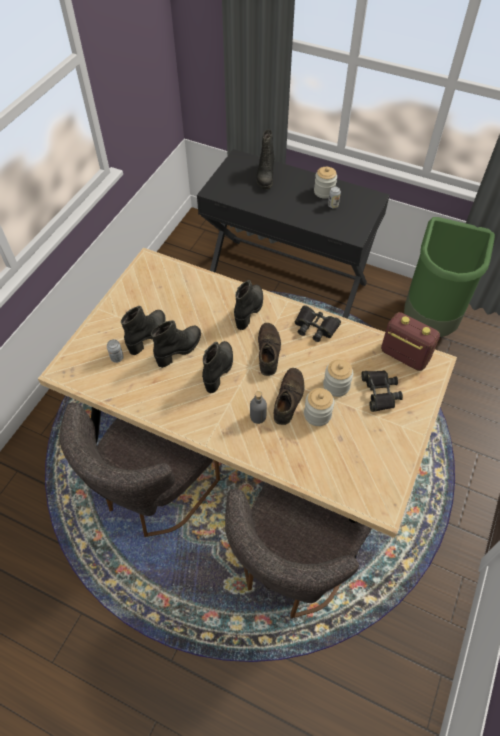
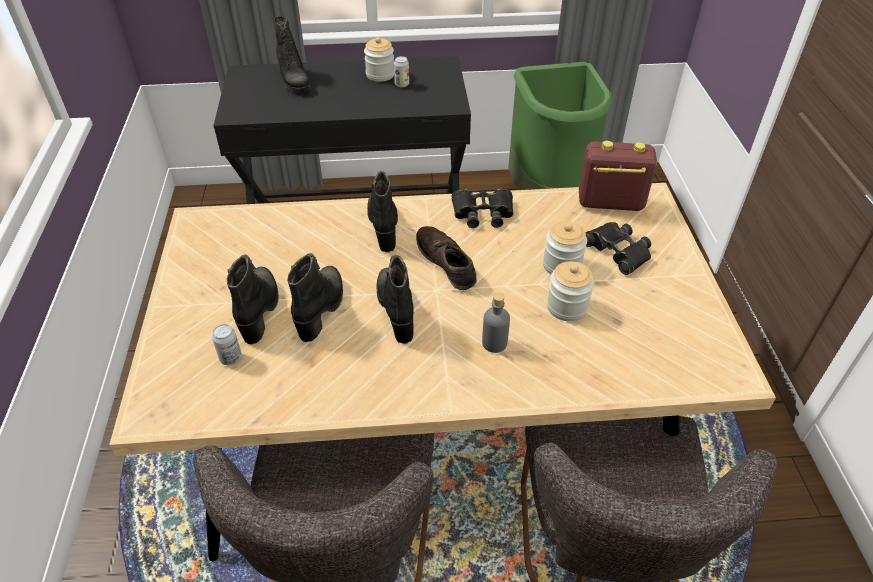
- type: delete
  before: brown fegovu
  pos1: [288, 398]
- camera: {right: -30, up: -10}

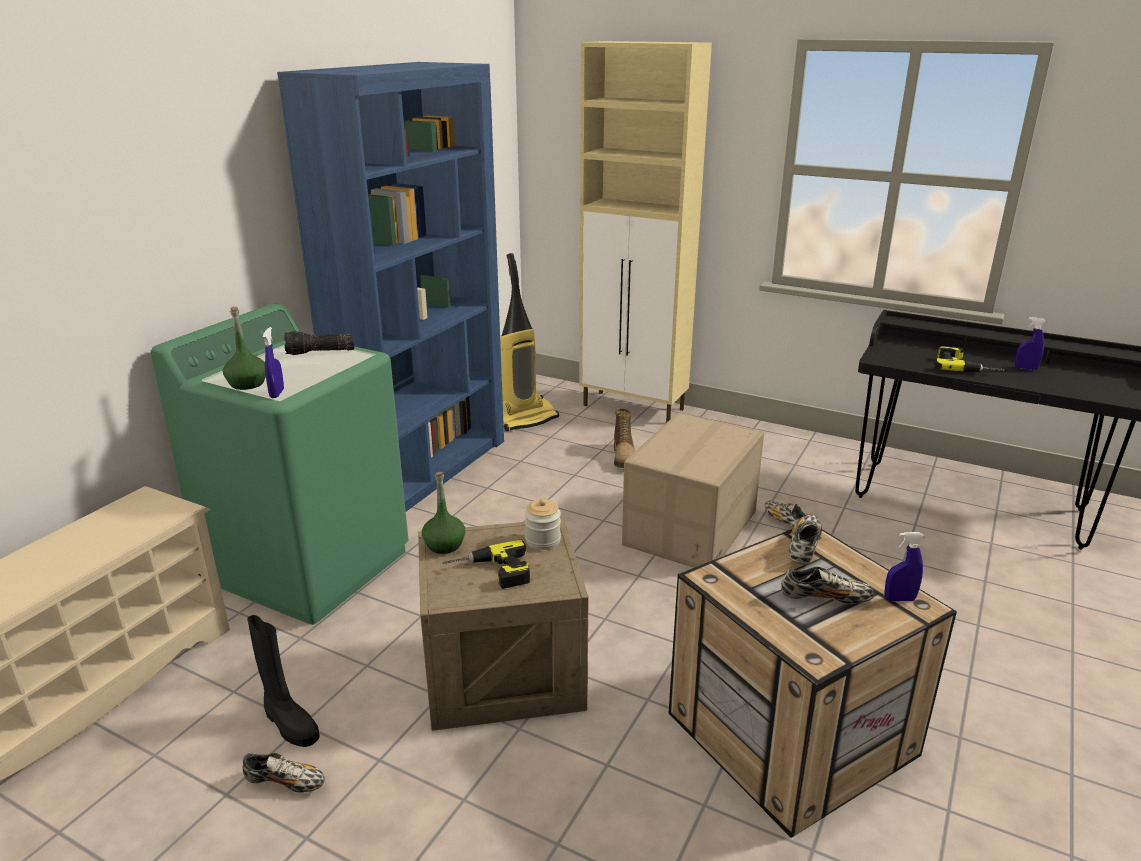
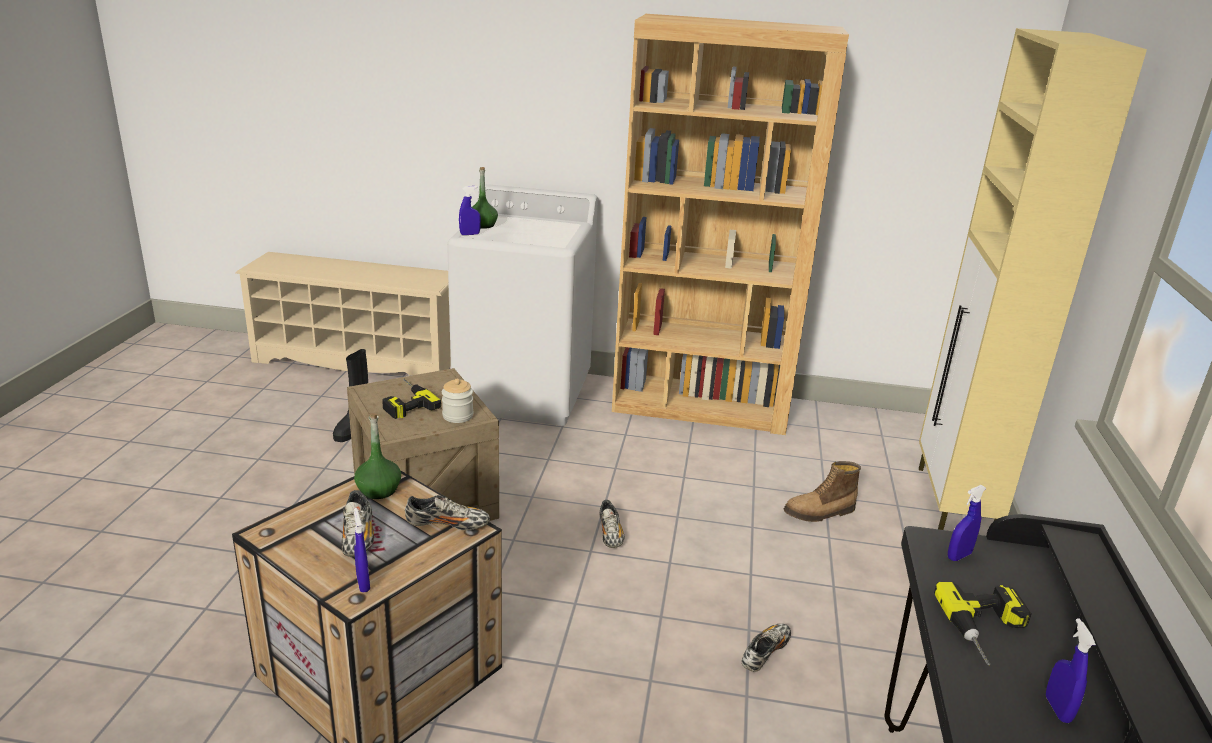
- type: delete
  before: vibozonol
  pos1: [320, 352]
- type: delete
  before: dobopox
  pos1: [525, 418]
- type: delete
  before: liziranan
  pos1: [691, 529]
- type: insert
  after: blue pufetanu
  pos2: [959, 556]
- type: move
  before: fegovu
  pos1: [285, 782]
  pos2: [610, 534]
- type: move
  before: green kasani
  pos1: [444, 545]
  pos2: [378, 490]
- type: recolor
  before: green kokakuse
  after: white kokakuse
  pos1: [310, 565]
  pos2: [524, 393]
- type: recolor
  before: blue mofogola
  after: brown mofogola
  pos1: [426, 467]
  pos2: [700, 406]
- camera: {right: 70, up: 0}

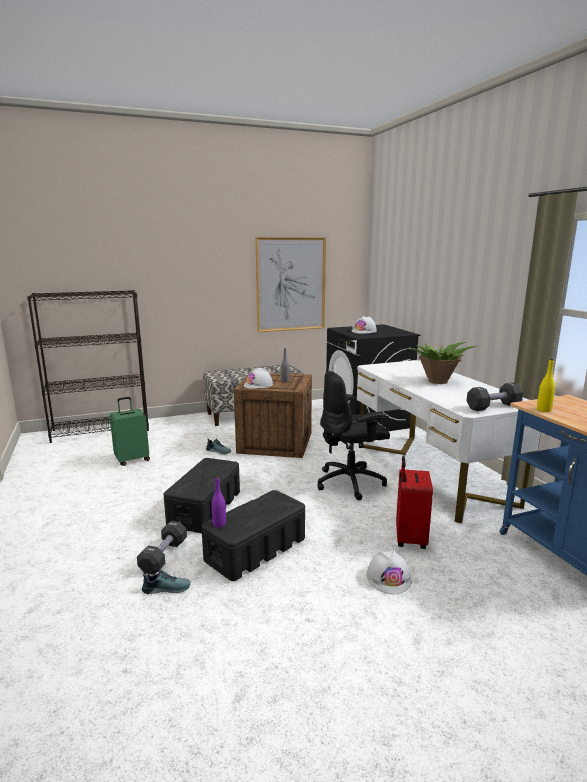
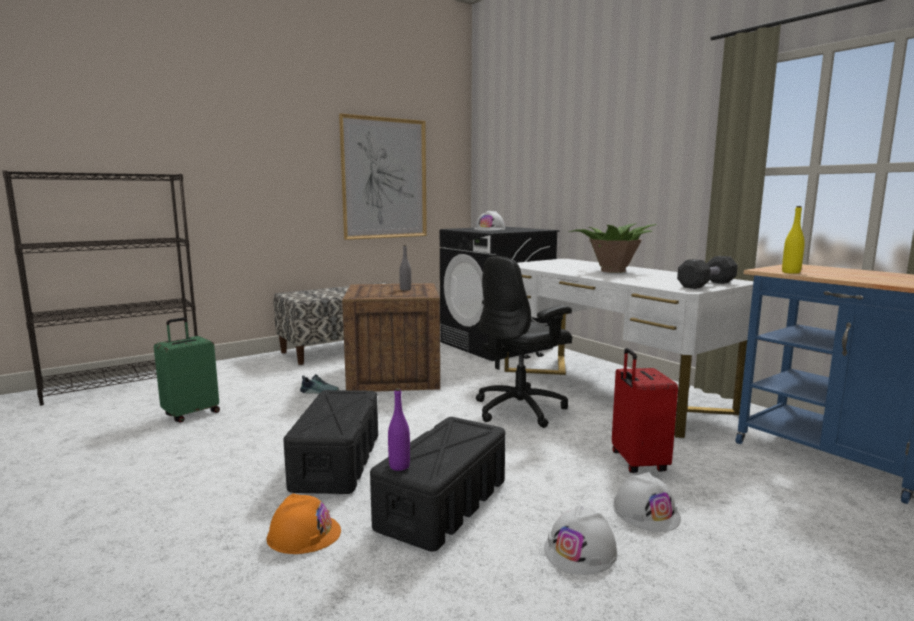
- type: delete
  before: fegovu
  pos1: [167, 588]
- type: move
  before: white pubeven
  pos1: [258, 385]
  pos2: [581, 551]
- type: replace
  before: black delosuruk
  after: orange pubeven
  pos1: [164, 556]
  pos2: [304, 534]
- camera: {right: -15, up: -5}

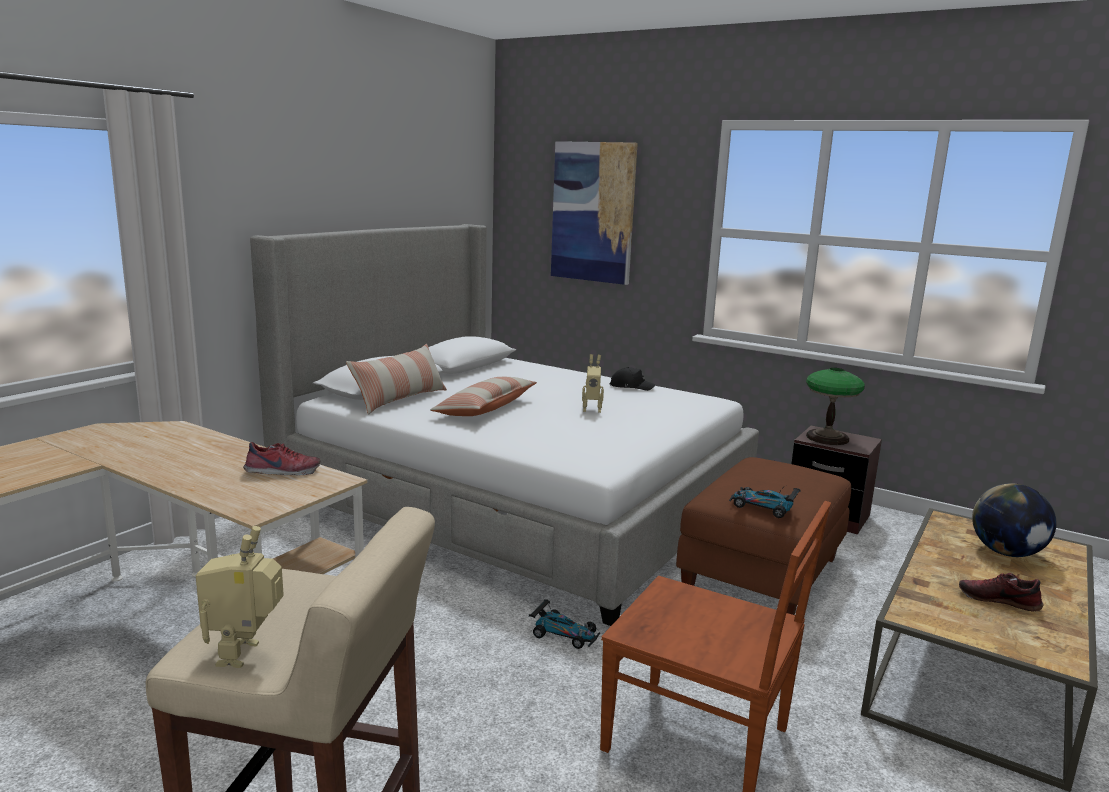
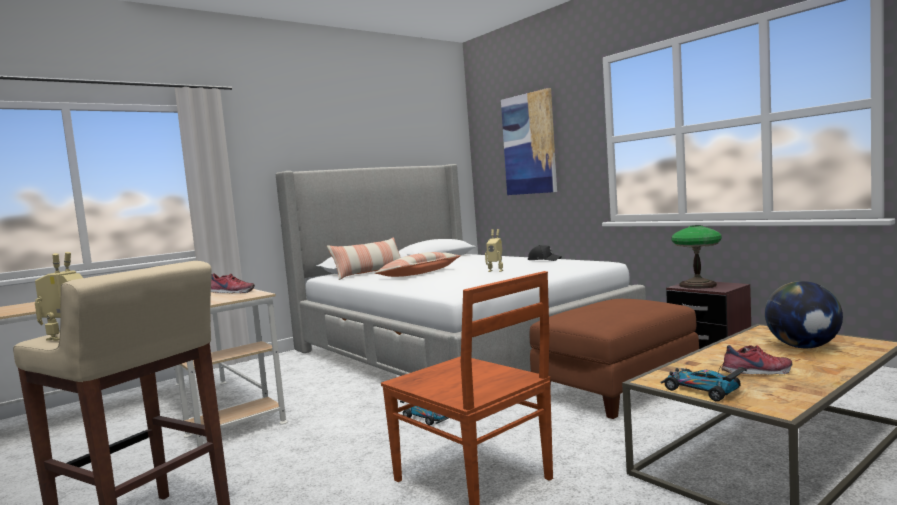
- type: move
  before: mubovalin
  pos1: [763, 507]
  pos2: [702, 390]
- type: rotate
  before: fegovu
  pos1: [998, 600]
  pos2: [757, 373]
  turn: 135
- camera: {right: 20, up: -10}

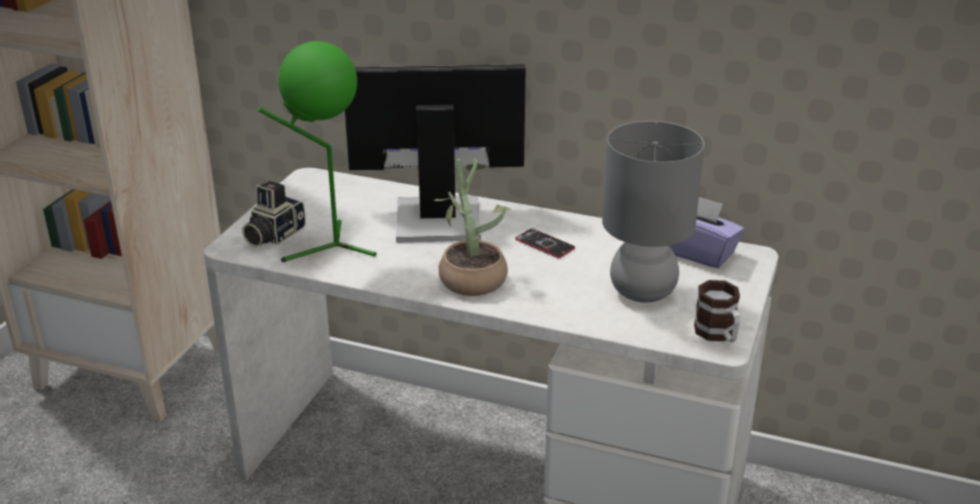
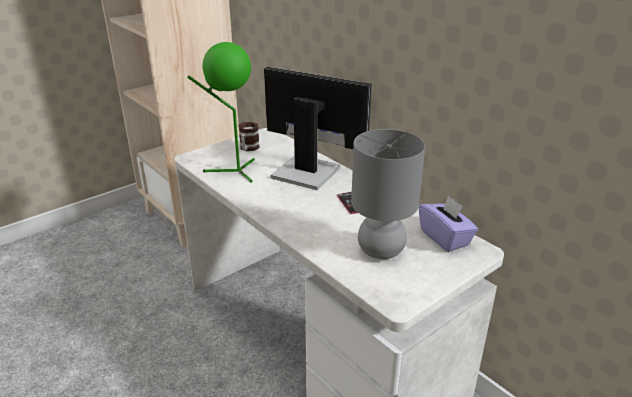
- type: delete
  before: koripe
  pos1: [273, 235]
- type: delete
  before: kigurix
  pos1: [470, 276]
- type: move
  before: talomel
  pos1: [718, 335]
  pos2: [248, 148]
- camera: {right: 30, up: 0}

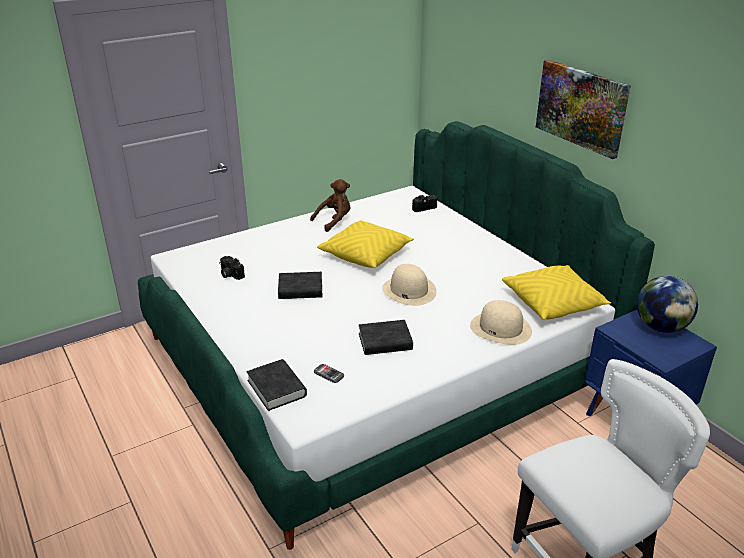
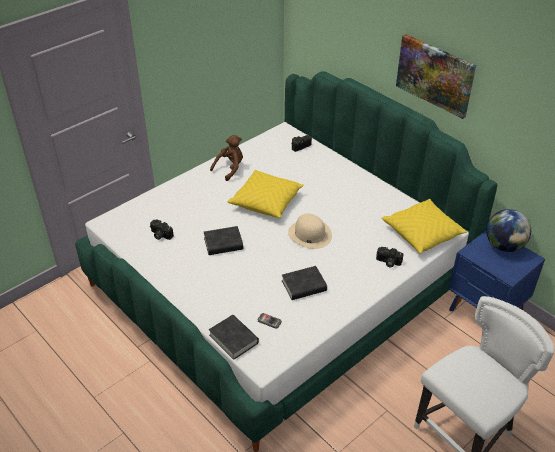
- type: replace
  before: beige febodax
  after: koripe
  pos1: [501, 328]
  pos2: [388, 262]
- camera: {right: -10, up: 10}

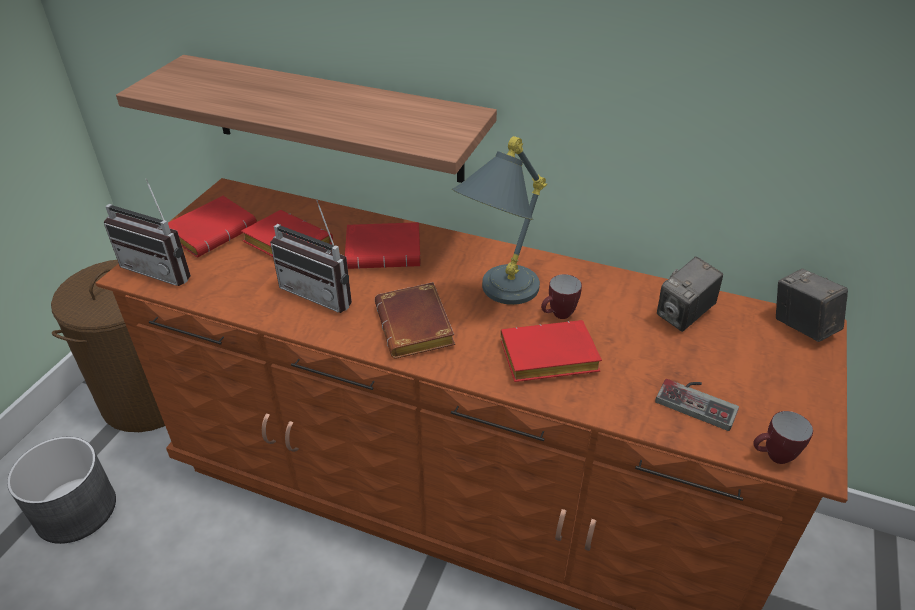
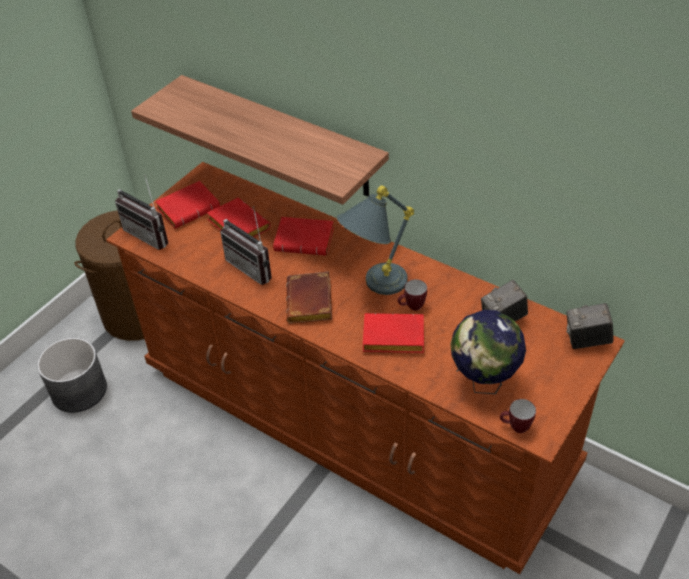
- type: replace
  before: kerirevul
  after: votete
  pos1: [698, 400]
  pos2: [483, 383]
- type: rotate
  before: koripe
  pos1: [801, 326]
  pos2: [586, 340]
  turn: -75
- camera: {right: 15, up: 5}

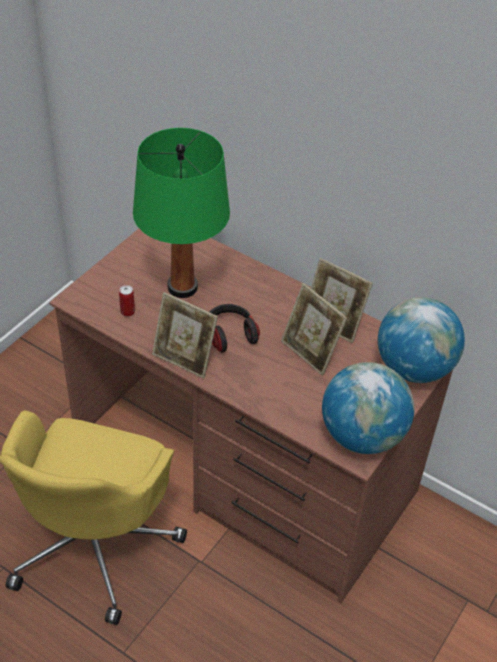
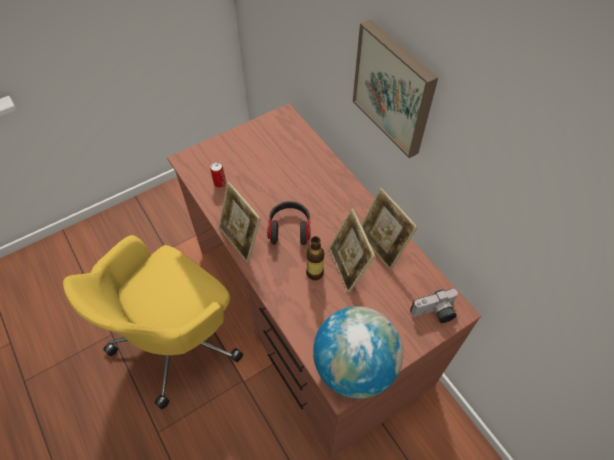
- type: delete
  before: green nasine
  pos1: [182, 287]
- type: insert
  after: kasani
  pos2: [314, 273]
- type: insert
  after: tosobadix
  pos2: [395, 88]
- type: replace
  before: votete
  after: koripe
  pos1: [413, 368]
  pos2: [434, 313]
- camera: {right: 25, up: 10}

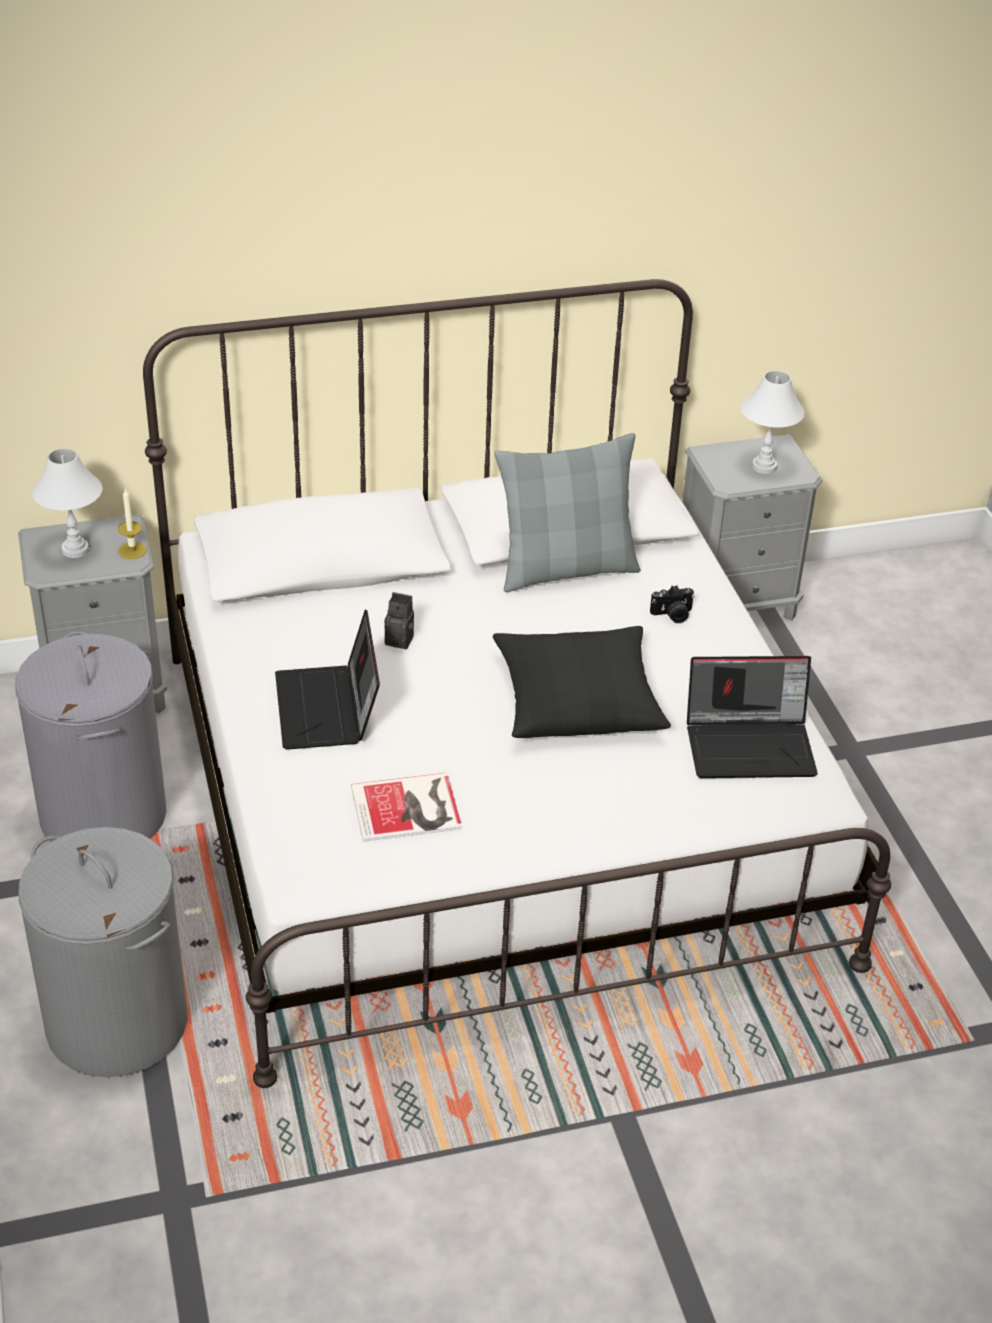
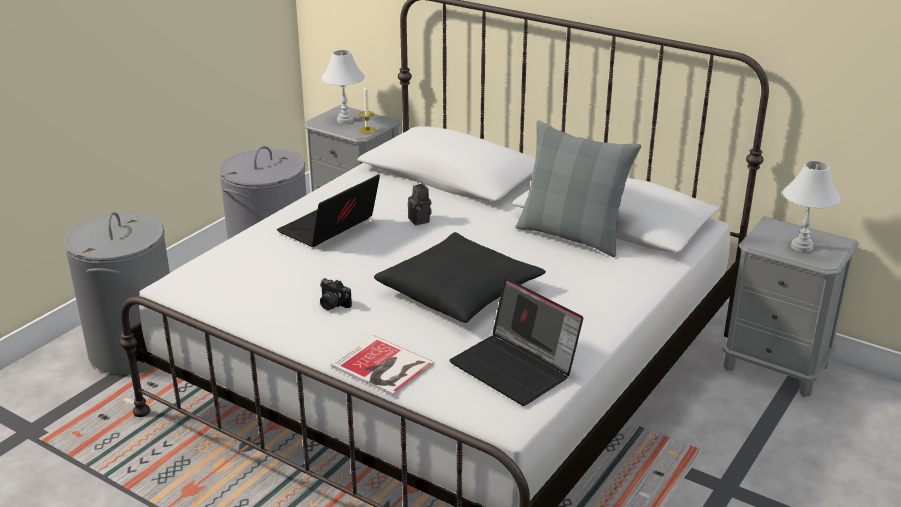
- type: move
  before: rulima
  pos1: [409, 809]
  pos2: [383, 367]
- type: move
  before: koripe
  pos1: [672, 615]
  pos2: [332, 304]
- camera: {right: 50, up: -10}

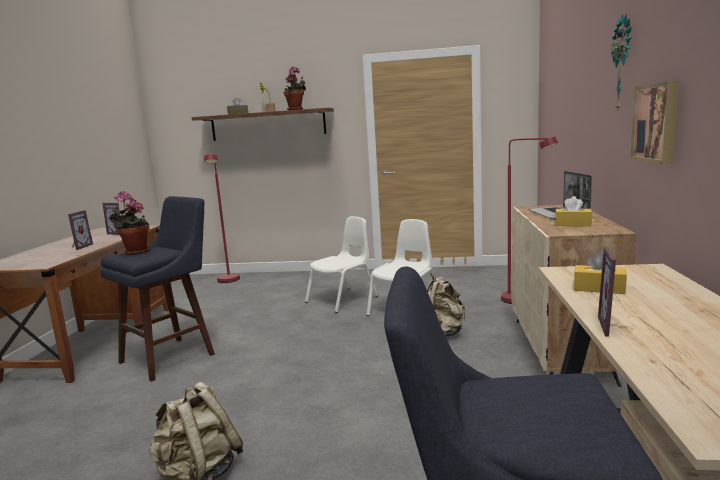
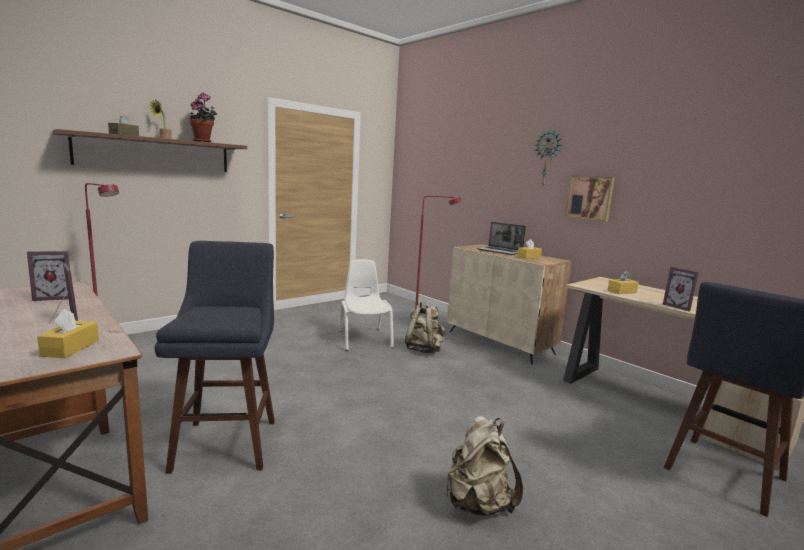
- type: delete
  before: kigurix
  pos1: [135, 252]
- type: delete
  before: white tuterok
  pos1: [343, 299]
- type: insert
  after: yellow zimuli
  pos2: [70, 348]
- camera: {right: -50, up: 0}

